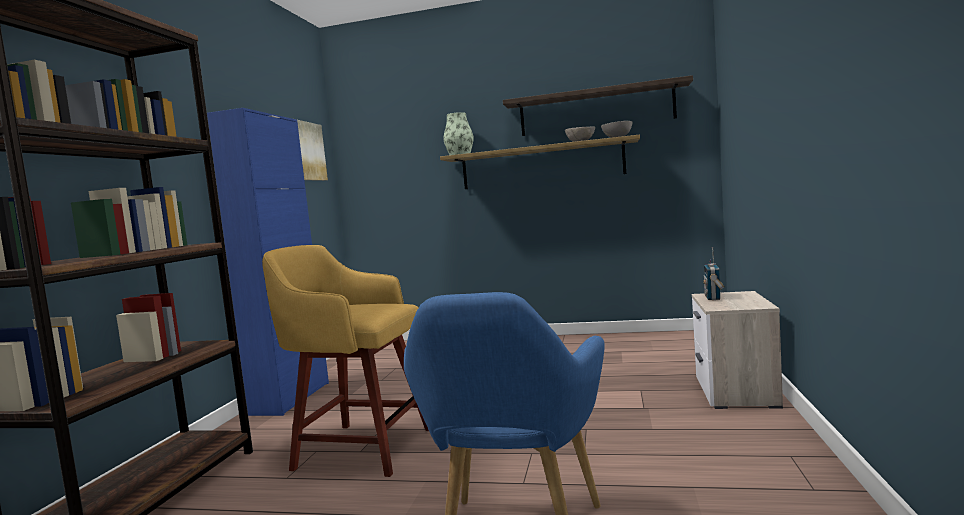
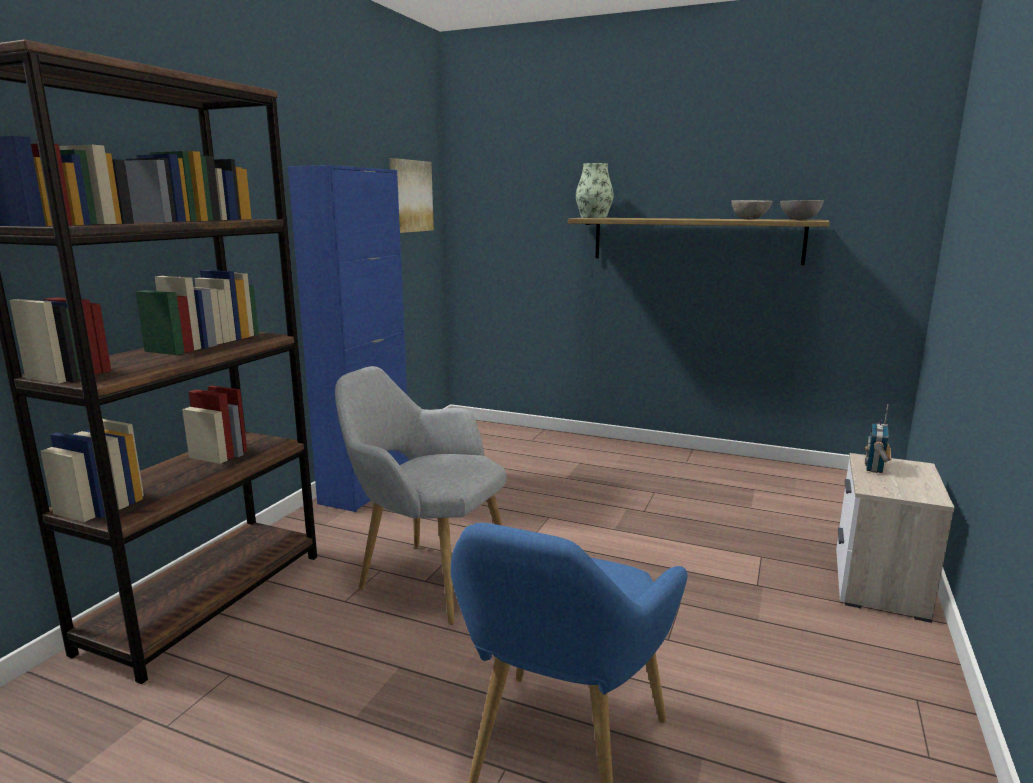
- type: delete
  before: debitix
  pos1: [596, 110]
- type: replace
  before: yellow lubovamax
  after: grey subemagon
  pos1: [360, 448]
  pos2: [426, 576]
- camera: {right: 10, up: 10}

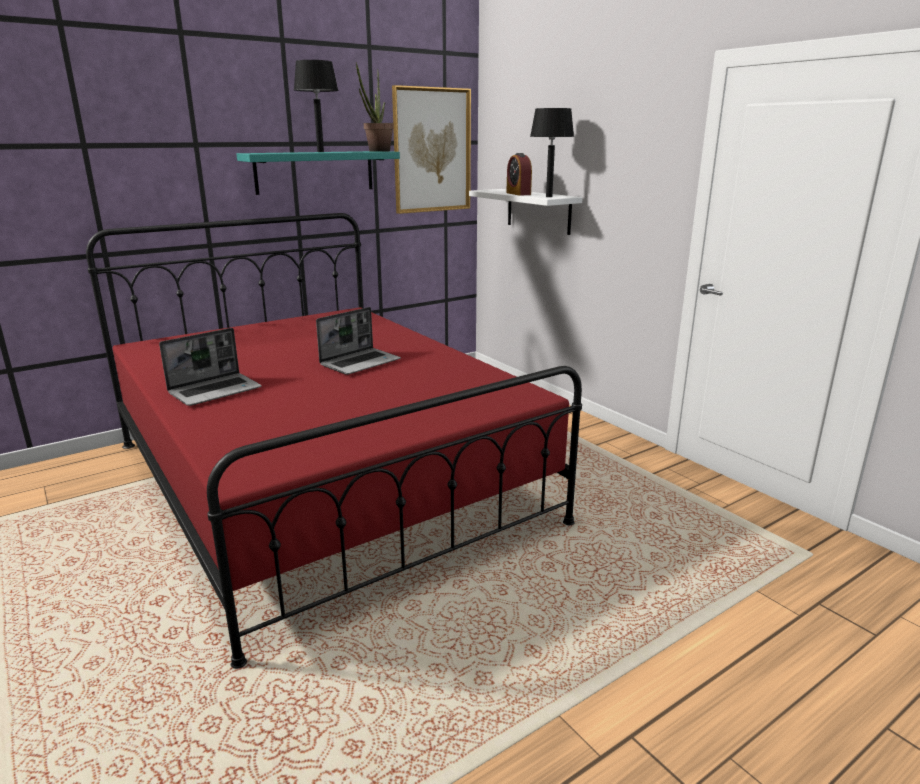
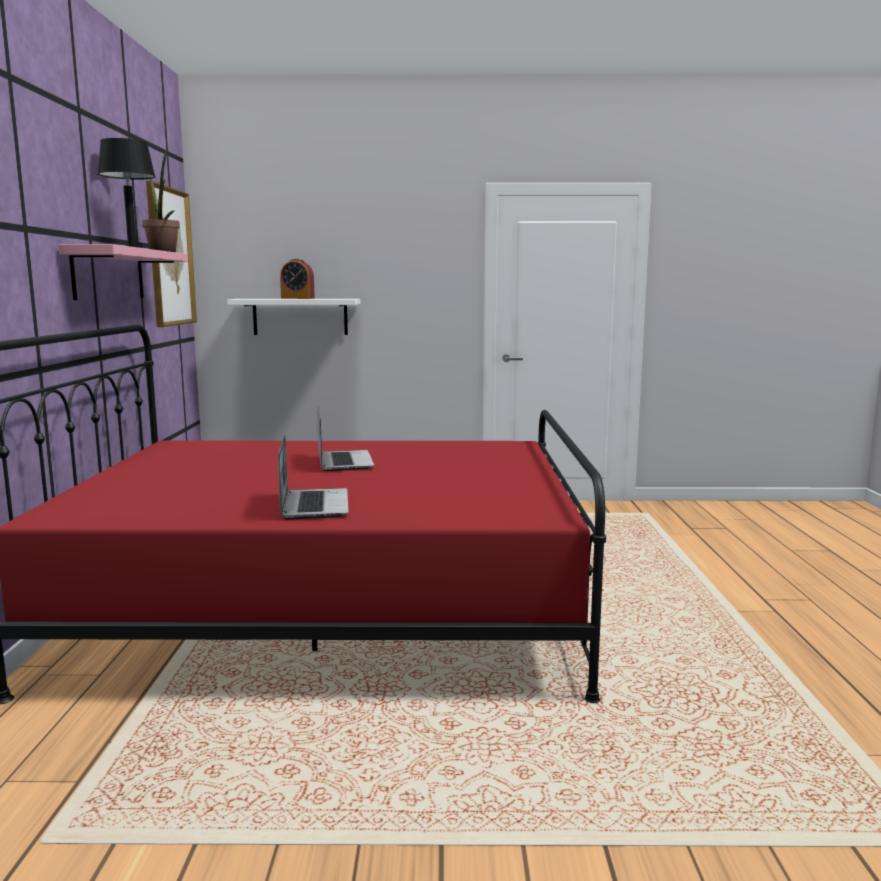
- type: delete
  before: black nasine
  pos1: [548, 197]
- type: recolor
  before: turquoise debitix
  after: pink debitix
  pos1: [315, 172]
  pos2: [109, 274]
- camera: {right: -55, up: -10}

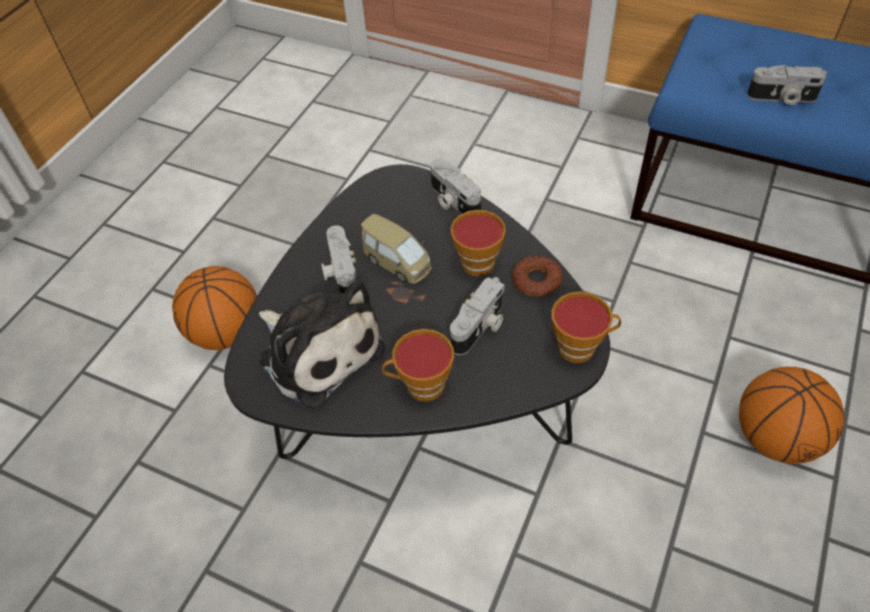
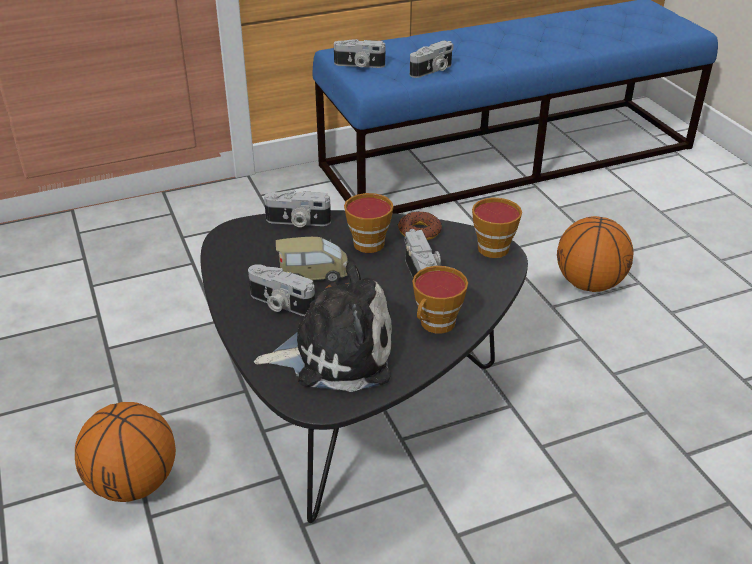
- type: insert
  after: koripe
  pos2: [359, 65]
- camera: {right: -50, up: -15}

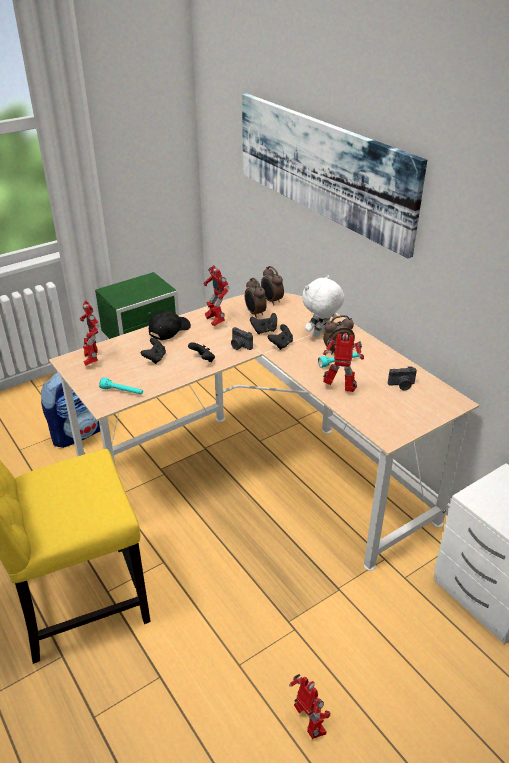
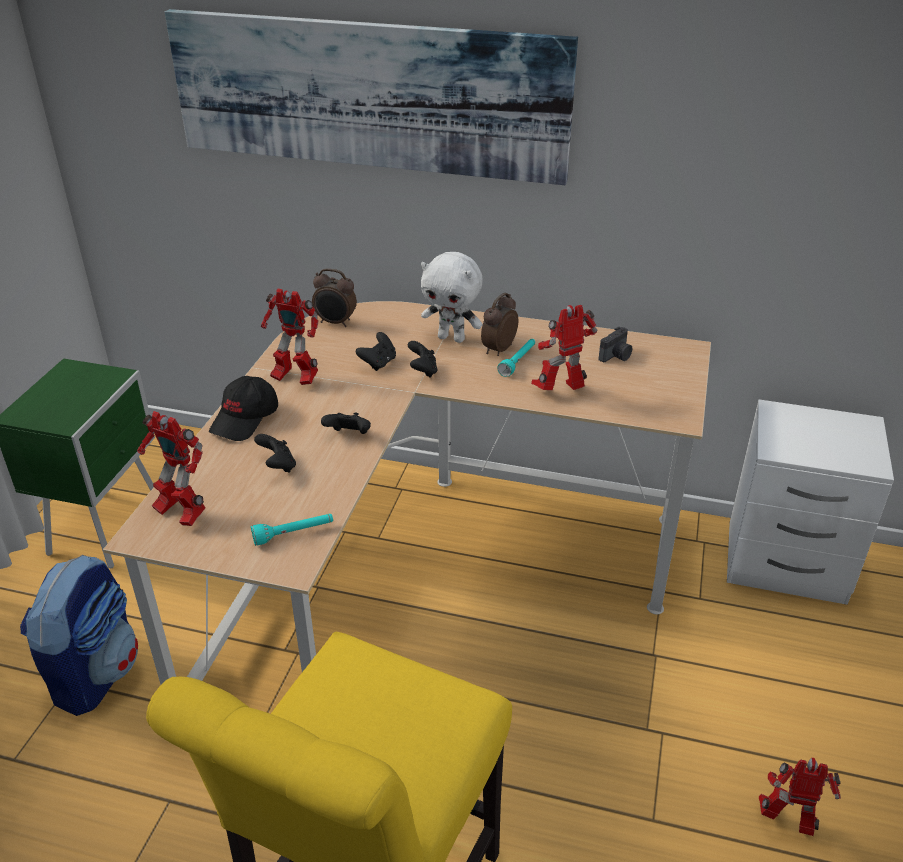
- type: delete
  before: koripe
  pos1: [240, 346]
- type: delete
  before: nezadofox
  pos1: [254, 313]
- type: rotate
  before: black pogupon
  pos1: [169, 330]
  pos2: [245, 419]
  turn: -150
- type: rotate
  before: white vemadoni
  pos1: [320, 334]
  pos2: [452, 338]
  turn: -75
- camera: {right: -40, up: 0}

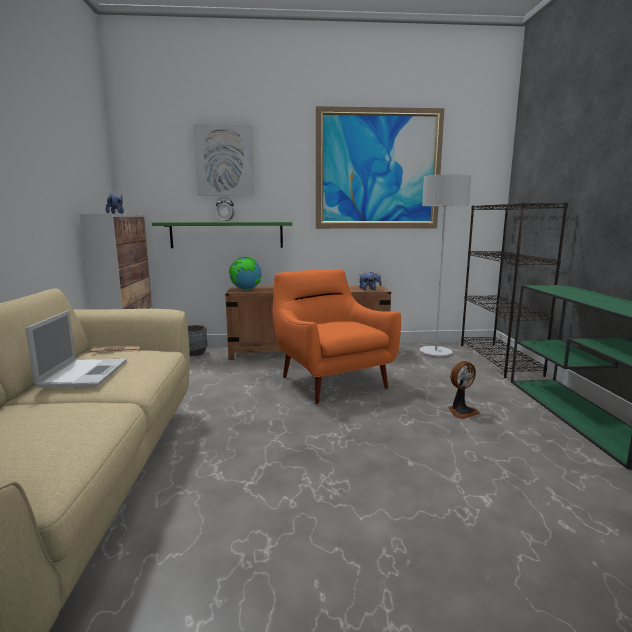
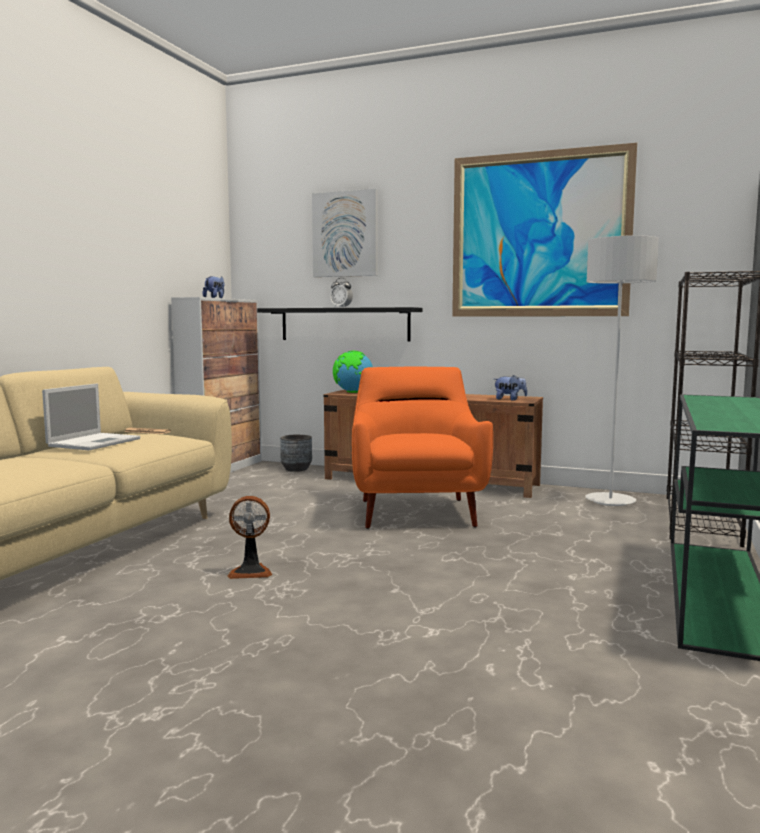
- type: move
  before: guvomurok
  pos1: [461, 411]
  pos2: [251, 571]
- type: recolor
  before: green debitix
  after: black debitix
  pos1: [226, 235]
  pos2: [344, 324]
- camera: {right: 25, up: -5}

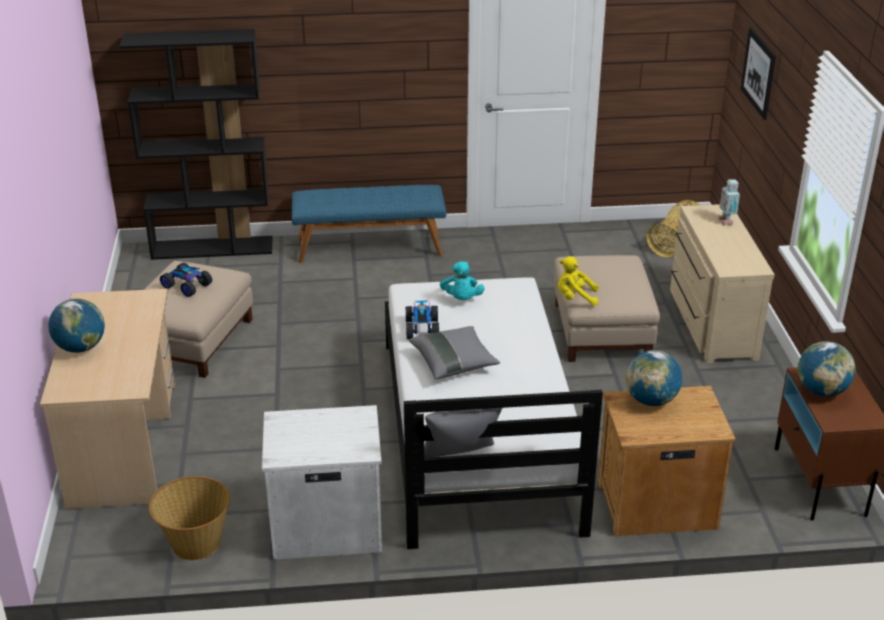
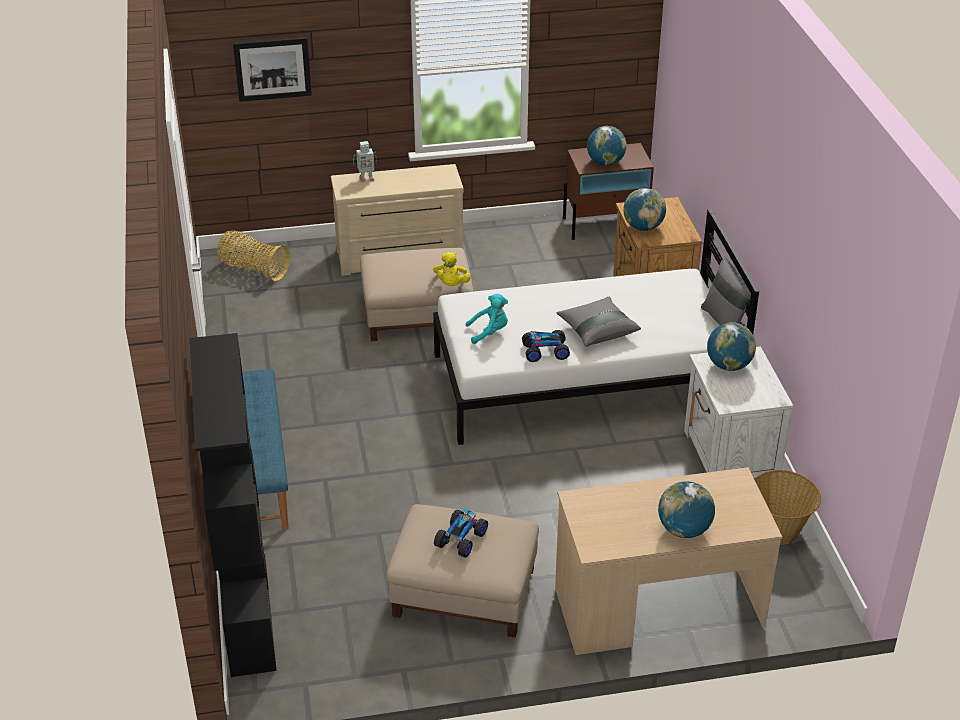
- type: insert
  after: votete
  pos2: [728, 366]
- camera: {right: -95, up: 5}

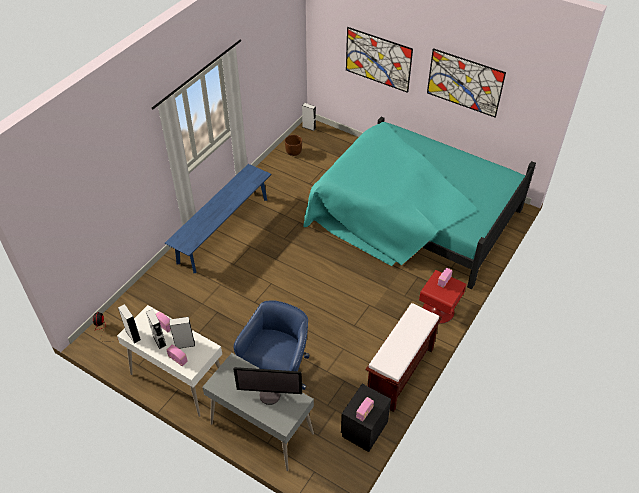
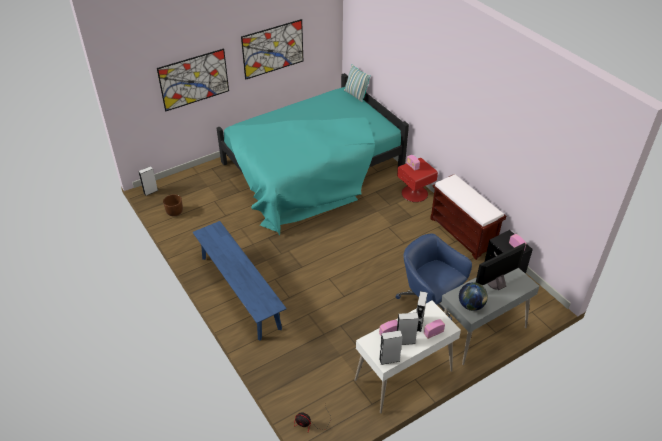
- type: insert
  after: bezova
  pos2: [355, 95]
- type: insert
  after: votete
  pos2: [471, 305]
- type: rotate
  before: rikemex
  pos1: [270, 394]
  pos2: [496, 283]
  turn: -150
- camera: {right: -65, up: -5}

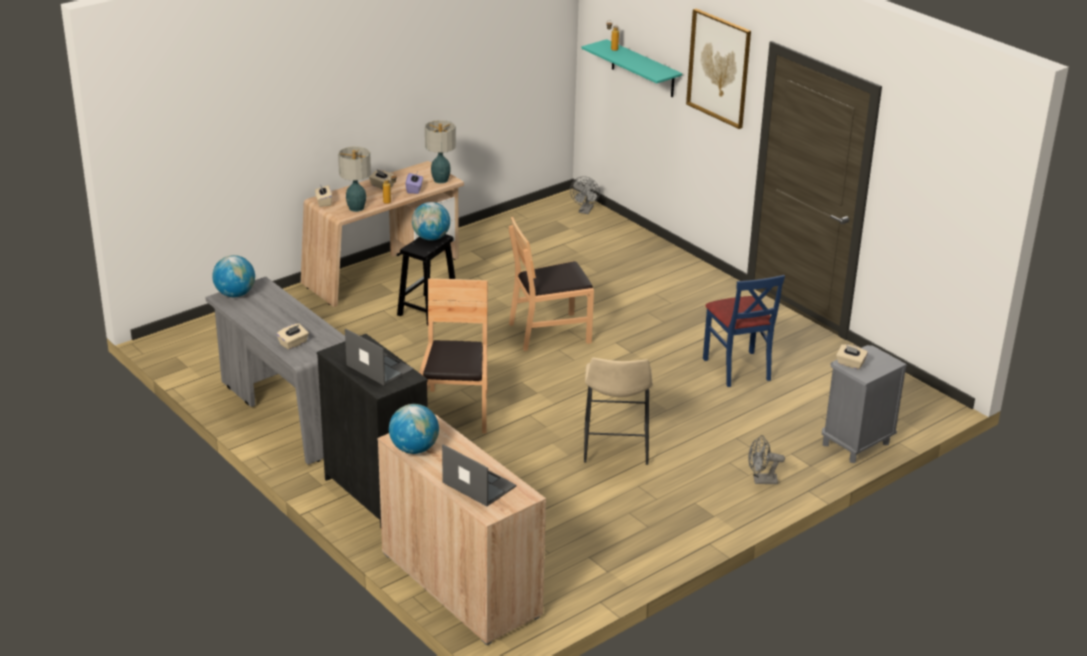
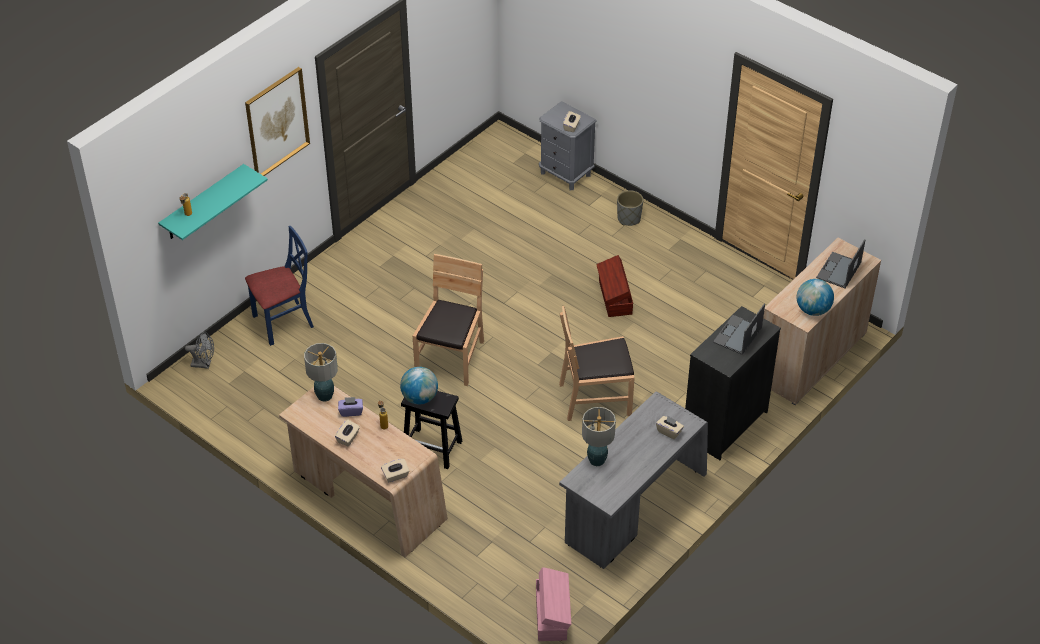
- type: delete
  before: votete
  pos1: [235, 294]
- type: insert
  after: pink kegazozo
  pos2: [552, 614]
- type: move
  before: nasine
  pos1: [356, 208]
  pos2: [596, 460]
- type: move
  before: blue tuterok
  pos1: [738, 368]
  pos2: [283, 322]
- type: replace
  before: beige lubovamax
  after: brown kegazozo
  pos1: [615, 447]
  pos2: [614, 298]
- type: replace
  before: grey guvomurok
  after: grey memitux
  pos1: [761, 480]
  pos2: [629, 218]
- type: rotate
  before: brown tuterok
  pos1: [549, 332]
  pos2: [451, 358]
  turn: -135
- camera: {right: -100, up: 15}

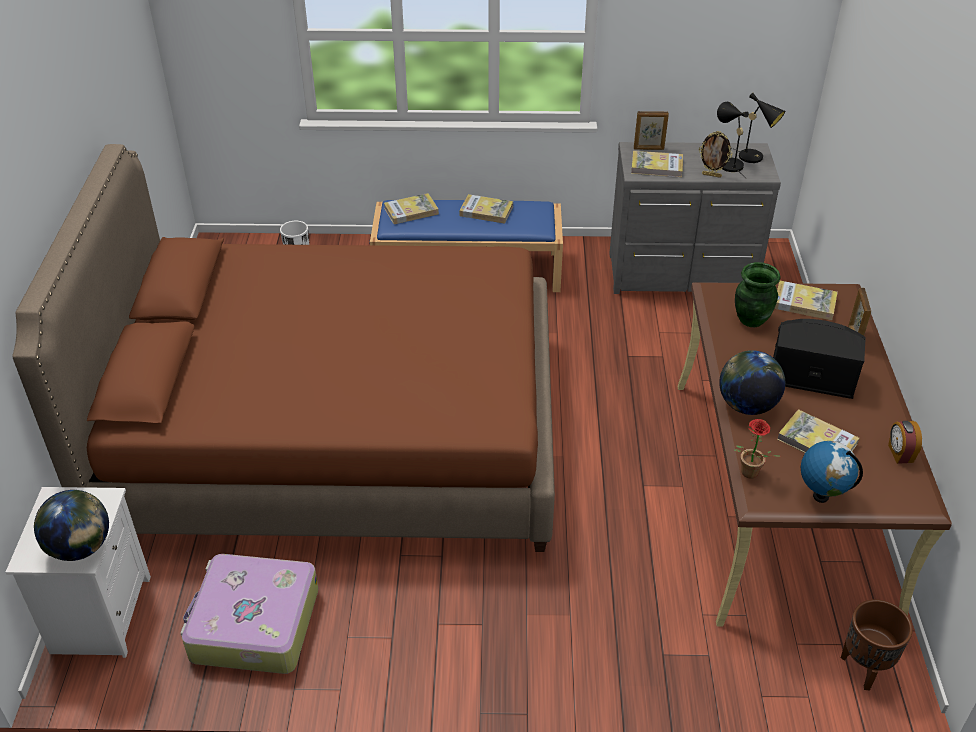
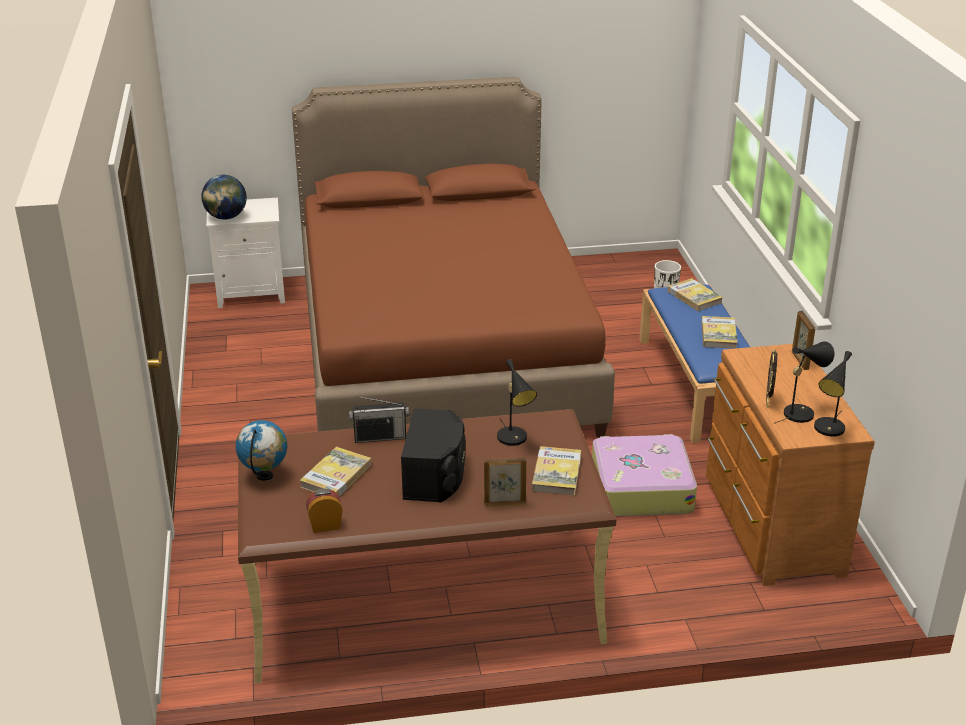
- type: delete
  before: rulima
  pos1: [656, 166]
- type: delete
  before: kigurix
  pos1: [747, 474]
- type: delete
  before: brown memitux
  pos1: [864, 669]
- type: move
  before: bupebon
  pos1: [253, 625]
  pos2: [640, 488]
- type: replace
  before: votete
  after: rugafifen
  pos1: [746, 406]
  pos2: [380, 437]
- type: replace
  before: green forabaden
  after: black nasine
  pos1: [750, 320]
  pos2: [514, 439]
- type: recolor
  before: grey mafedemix
  after: brown mafedemix
  pos1: [683, 276]
  pos2: [769, 526]
- camera: {right: 80, up: -10}

